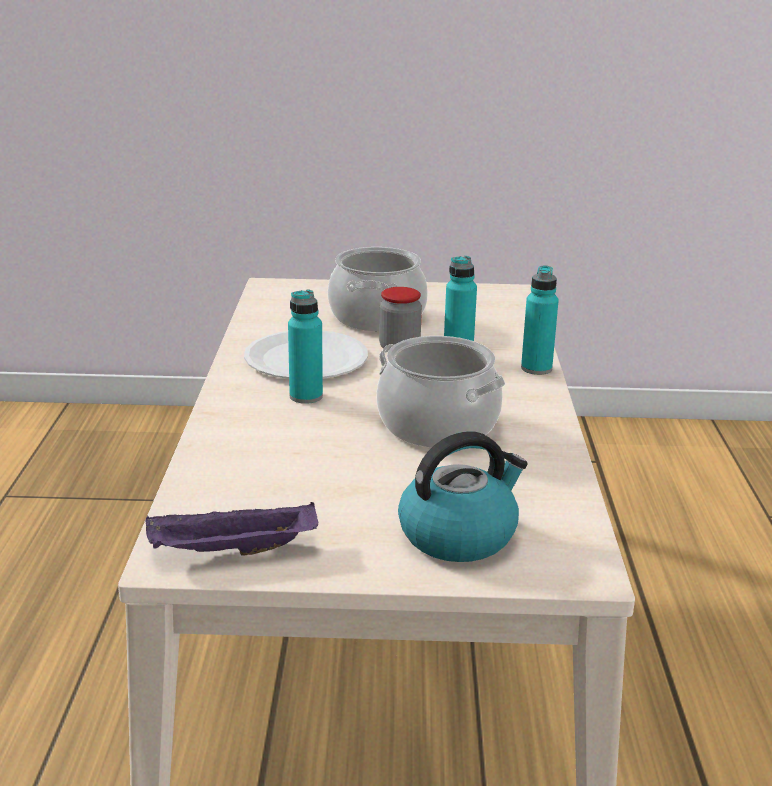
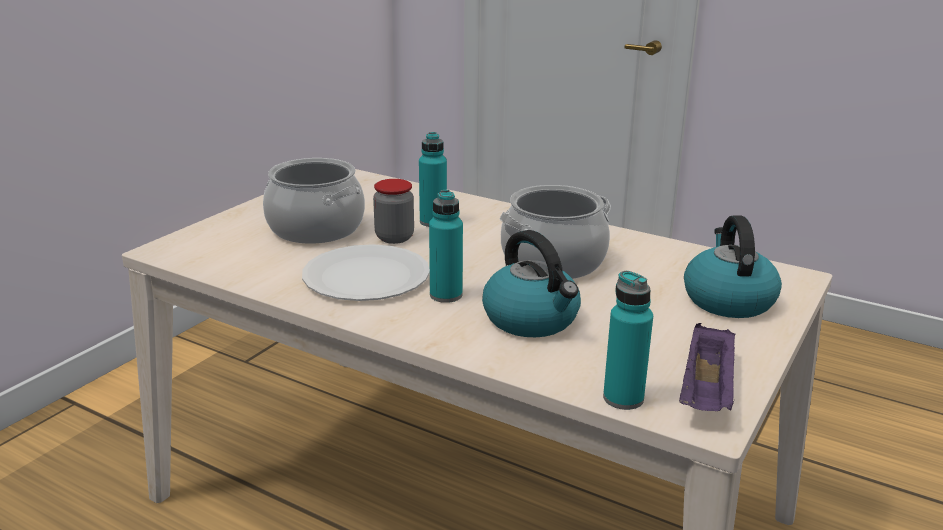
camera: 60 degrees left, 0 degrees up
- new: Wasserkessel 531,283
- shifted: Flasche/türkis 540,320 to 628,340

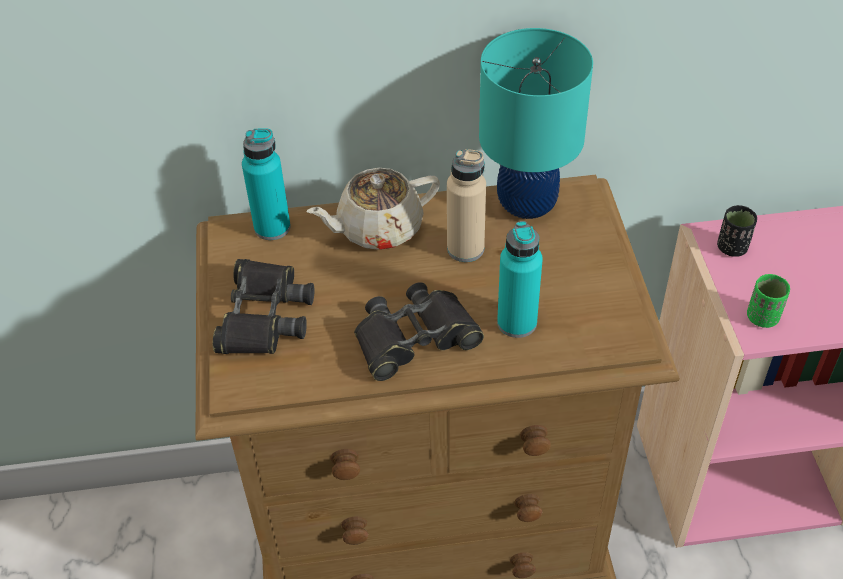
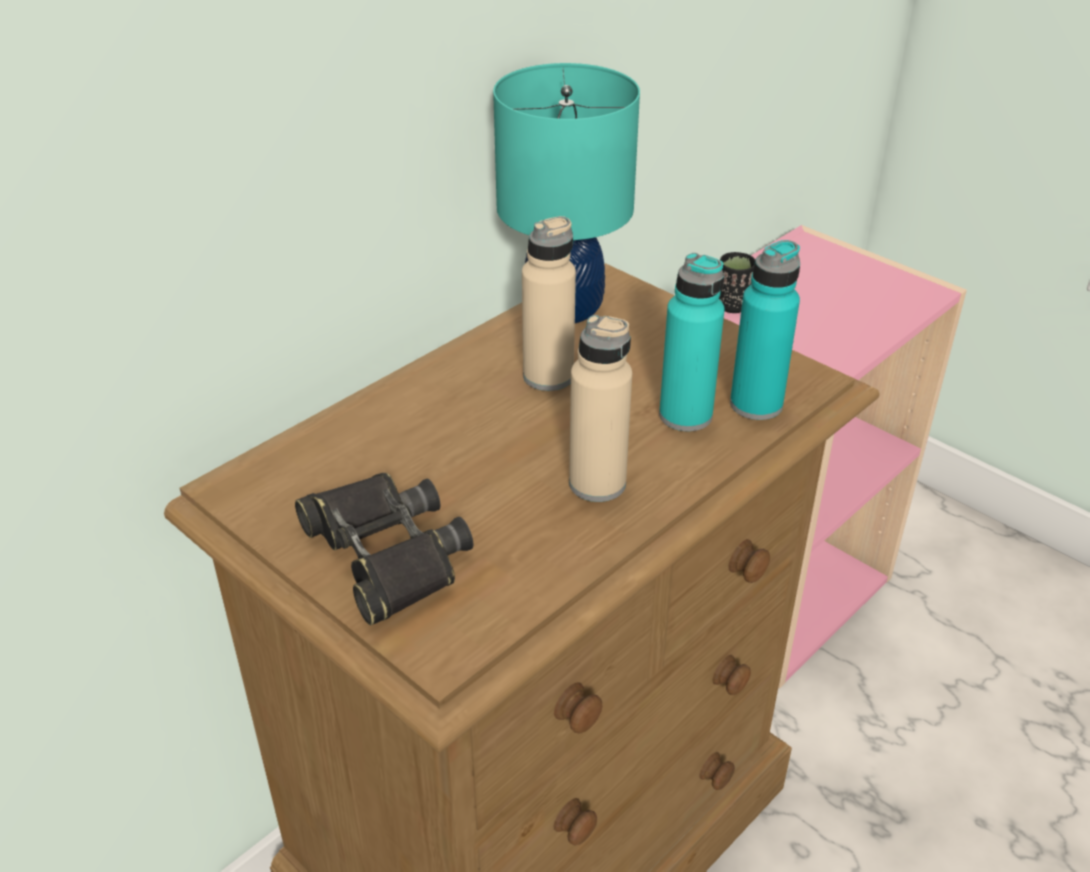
camera: 40 degrees left, 10 degrees down
- swapped: Fernglas/schwarz 419,331 to Flasche/beige 600,408
- shifted: Flasche/türkis 266,184 to 765,330
- gone: Teekanne/beige 373,209
- gone: Tasse/grün 768,301

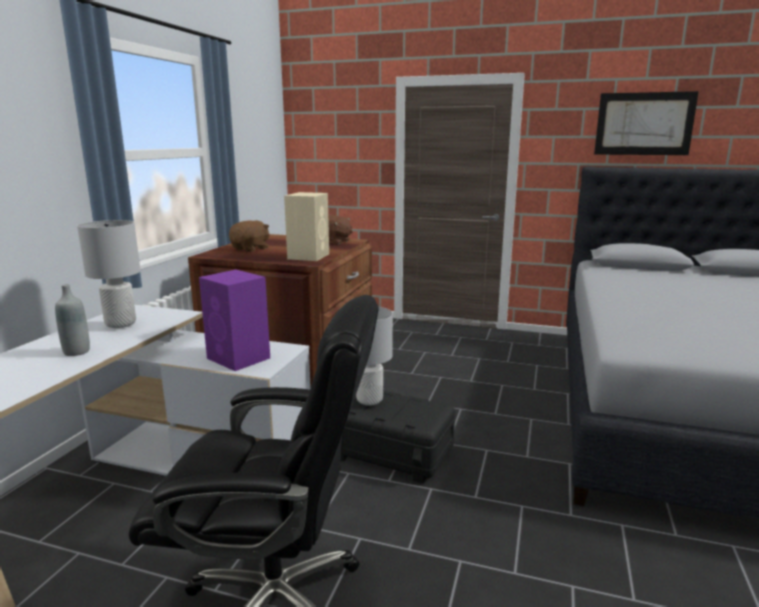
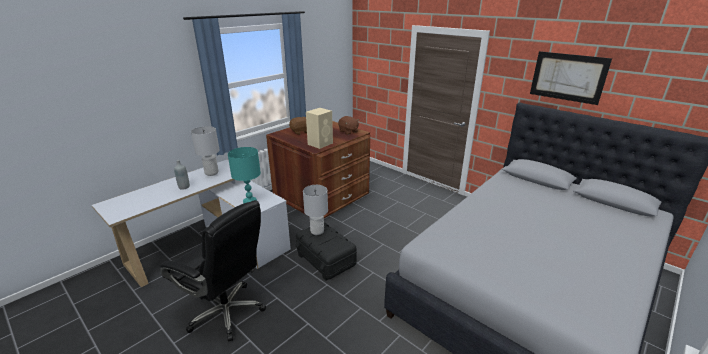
camera: 25 degrees right, 10 degrees up
- swapped: Lautsprecher/lila 234,320 to Tischlampe/türkis 244,175

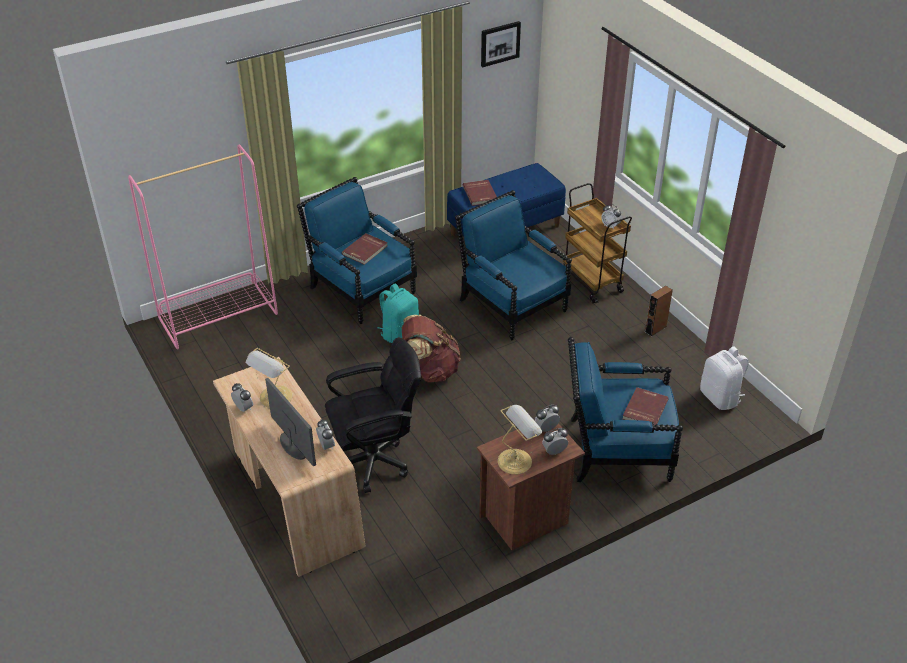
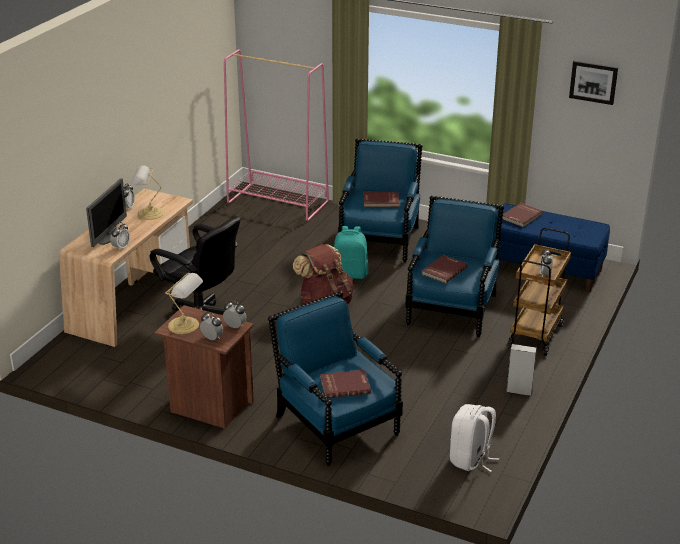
camera: 55 degrees right, 10 degrees down
- new: Buch/rot 445,269
- repainted: Lautsprecher/braun 659,311 to Lautsprecher/grau 521,370

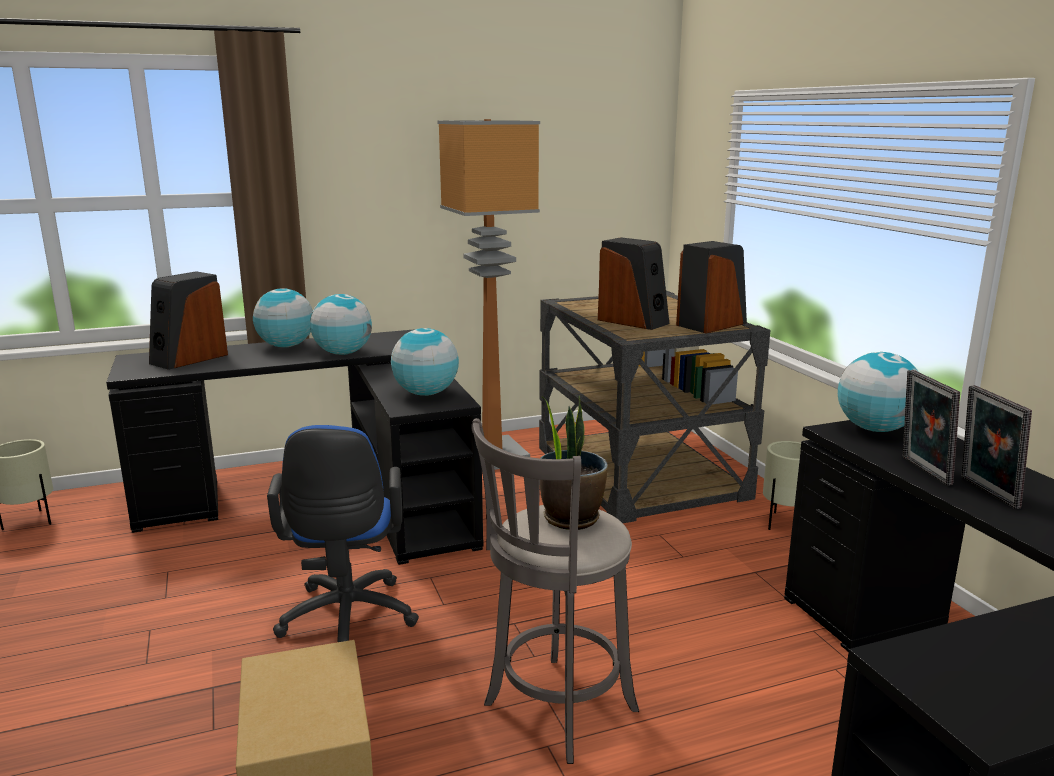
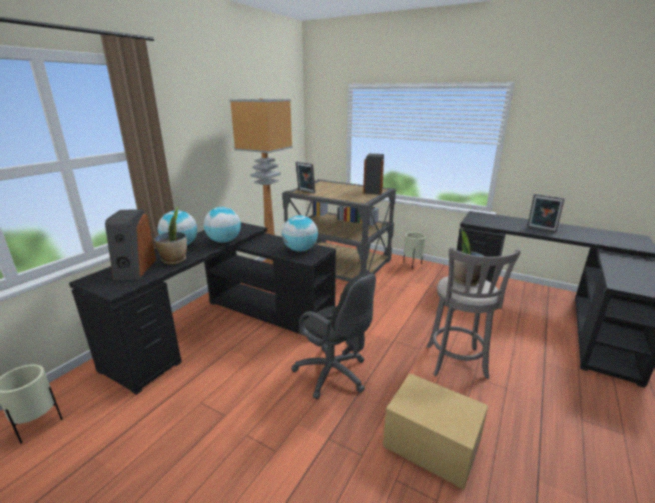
camera: 40 degrees left, 5 degrees up
- new: Topfpflanze 170,236
- repainted: Bürostuhl/blau 343,533 to Bürostuhl/schwarz 333,335
- shifted: Bilderrahmen 931,428 to 305,177
- gone: Lautsprecher 634,283
- gone: Globus 878,392

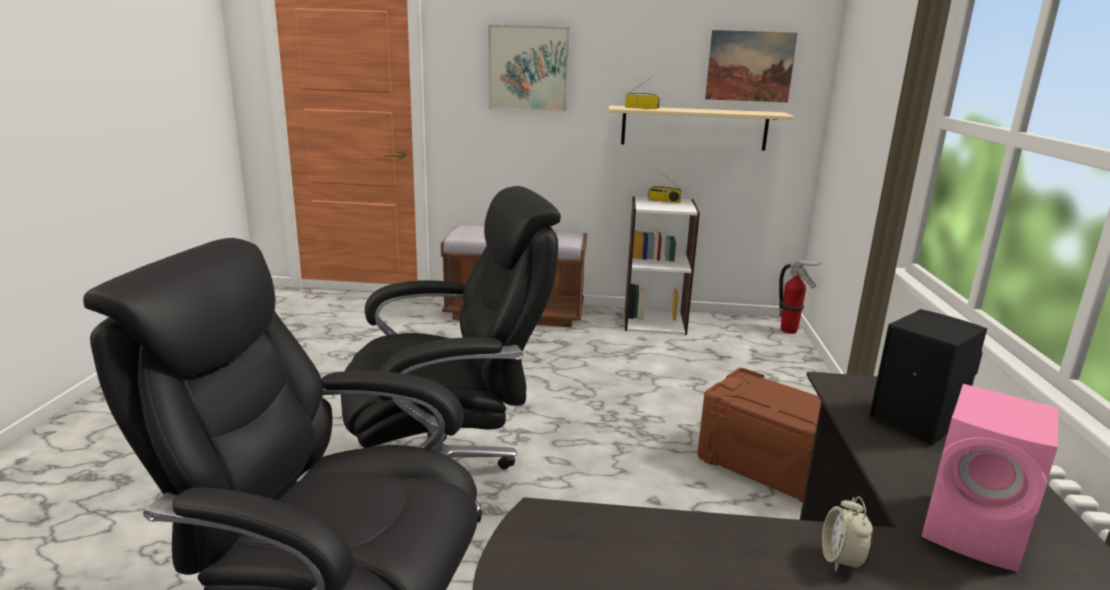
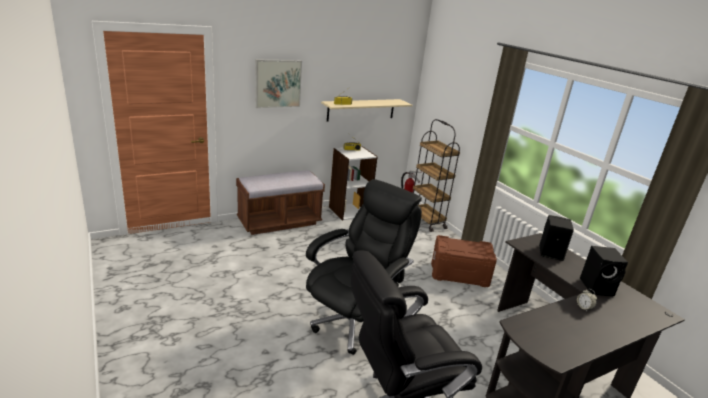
camera: 35 degrees left, 5 degrees up
- new: Rollwagen/braun 436,175
- repainted: Lautsprecher/rosa 989,478 to Lautsprecher/schwarz 604,271
- gone: Bild 751,66

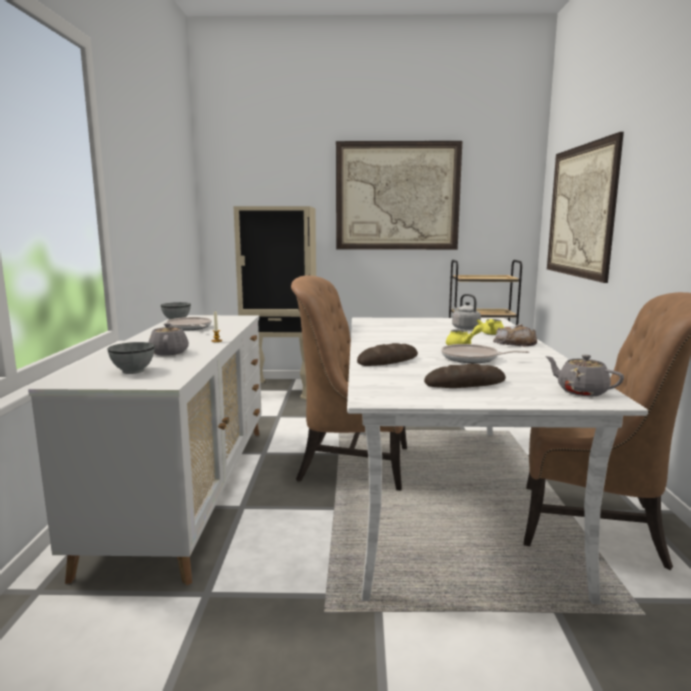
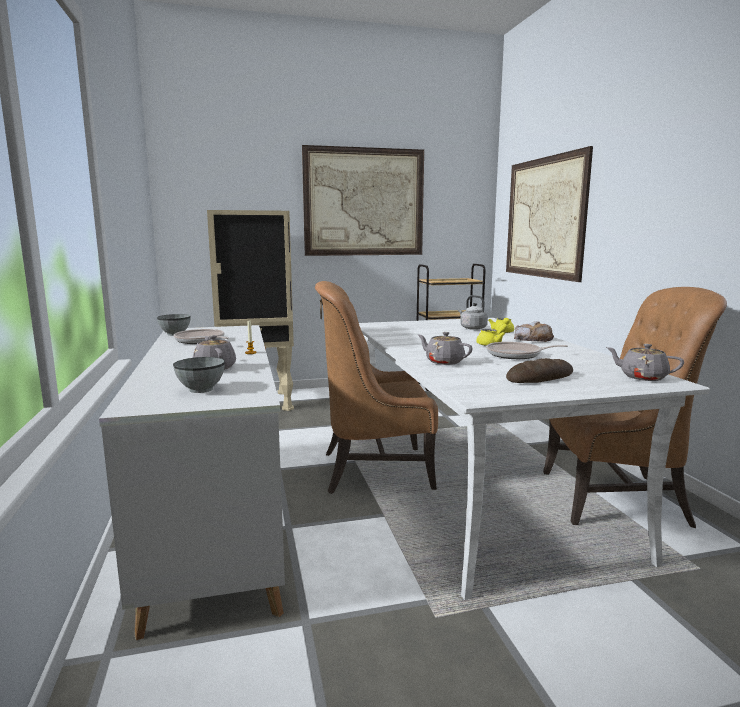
camera: 15 degrees left, 0 degrees up
- swapped: Brot 387,354 to Teekanne/grau 445,348

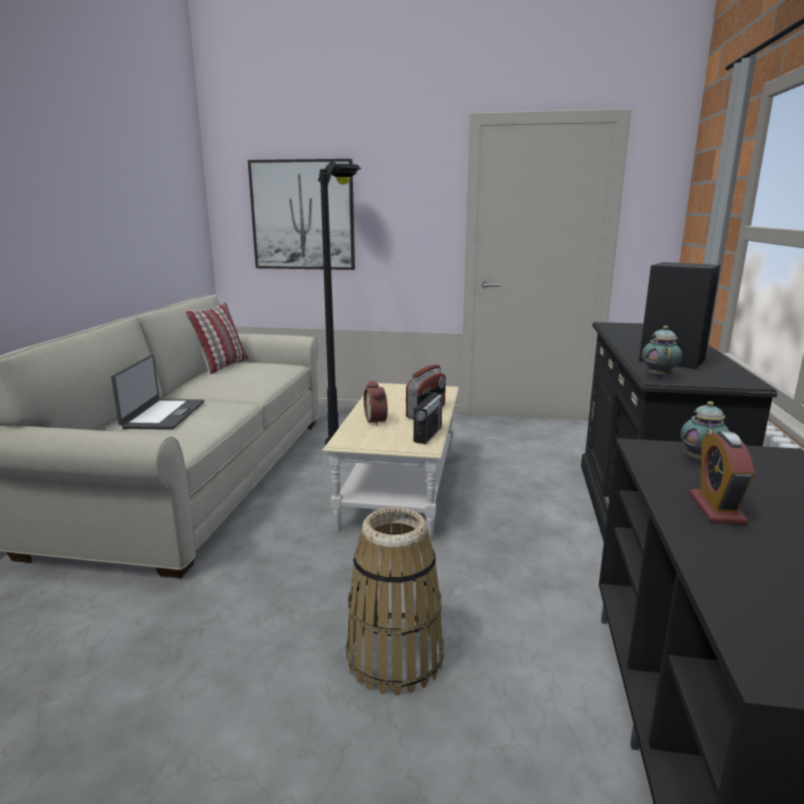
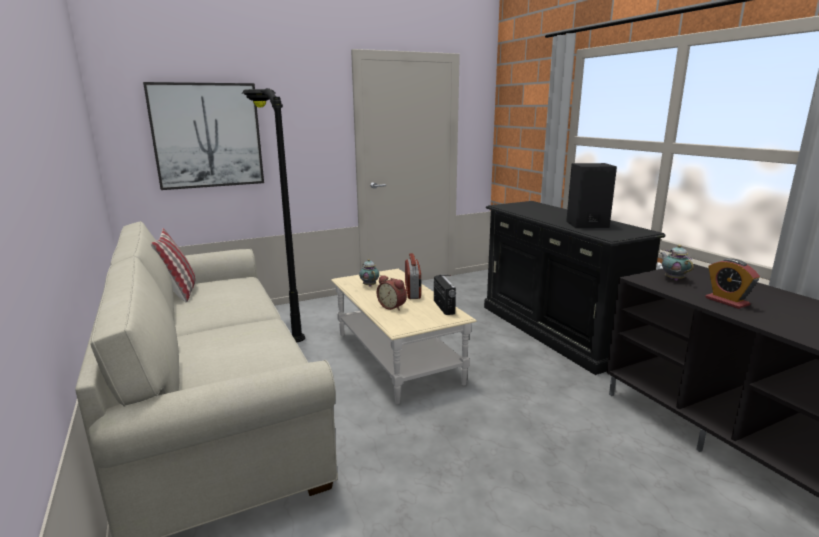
camera: 35 degrees left, 0 degrees up
- shifted: Teekanne 662,352 to 369,273
- gone: Laptop 157,392
- gone: Korb 395,601

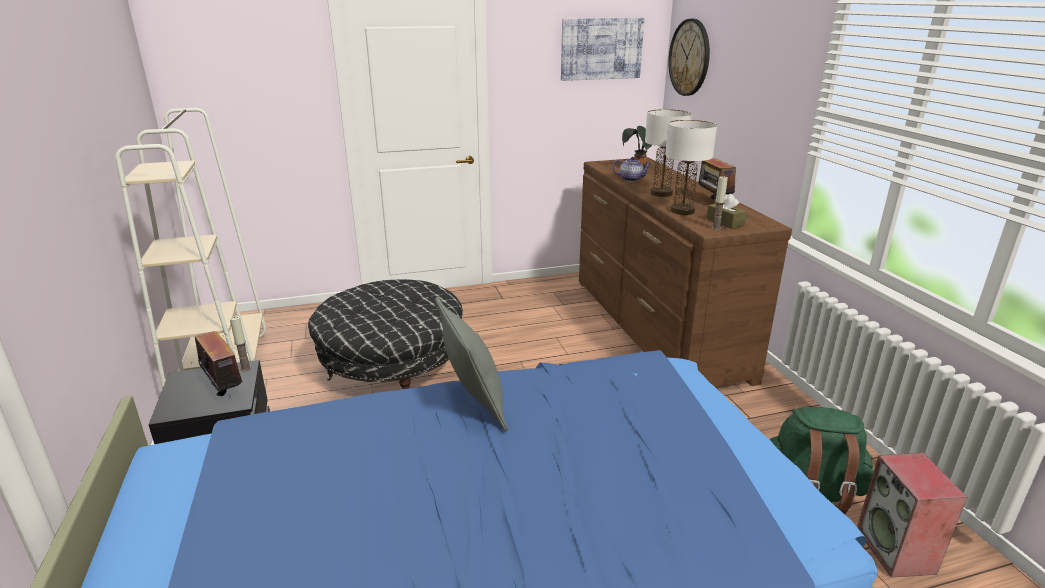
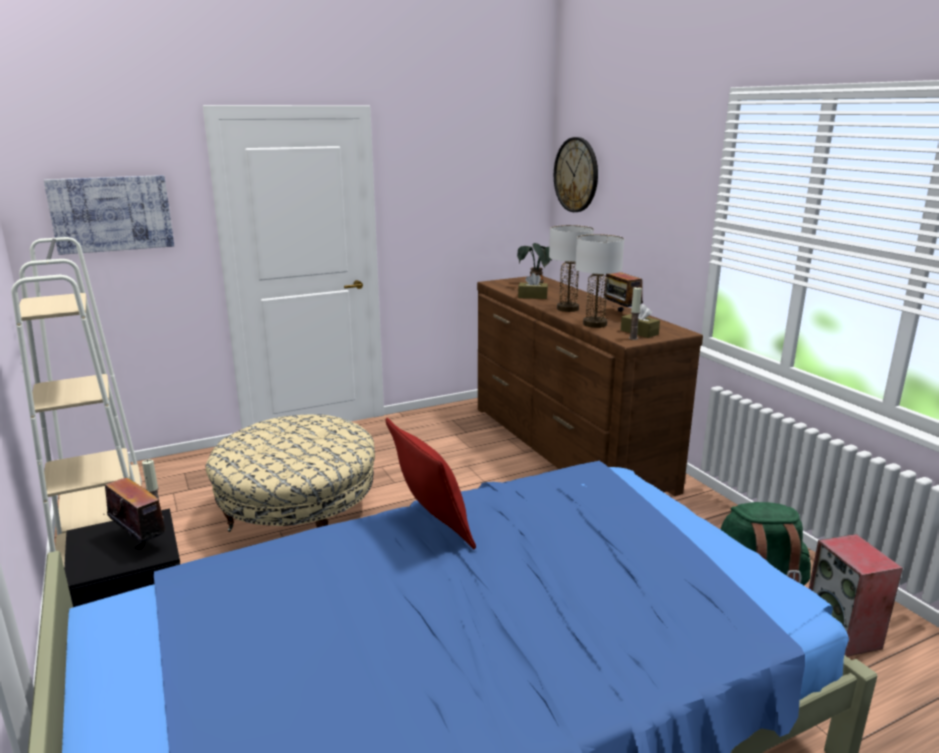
camera: 10 degrees left, 5 degrees down
- shifted: Bild 602,49 to 109,215
- repainted: Polsterhocker/schwarz 385,334 to Polsterhocker/beige 290,473
- repainted: Kissen/grau 471,364 to Kissen/rot 430,483
- swapped: Teekanne 632,169 to Taschentuchbox/braun 533,286

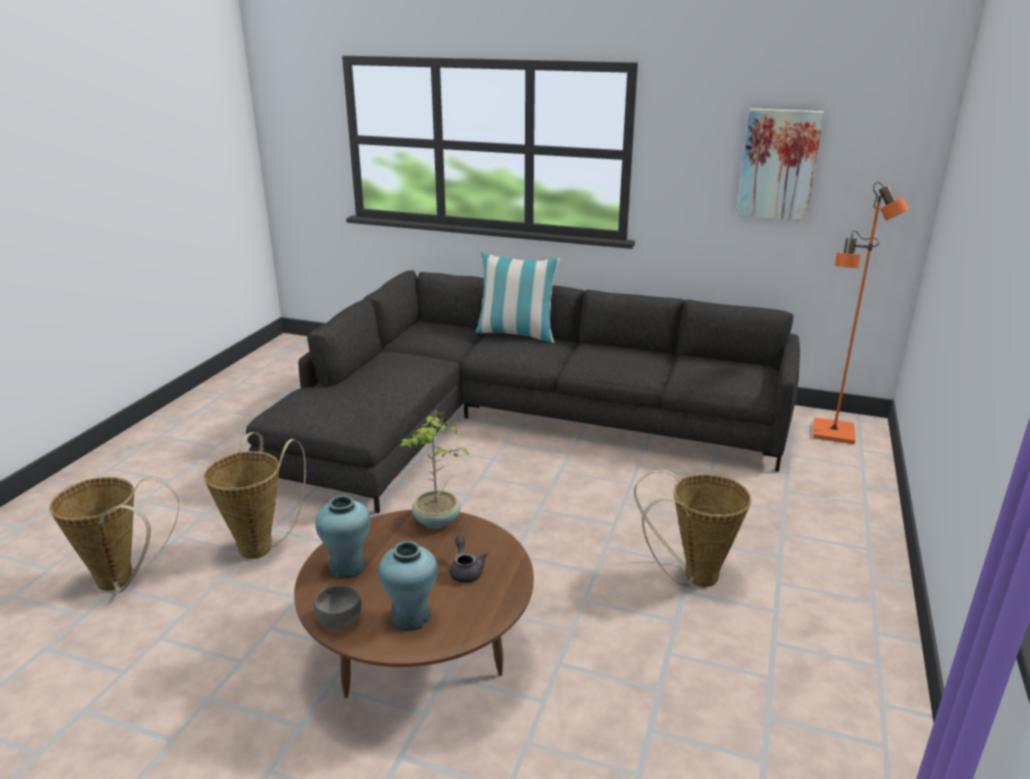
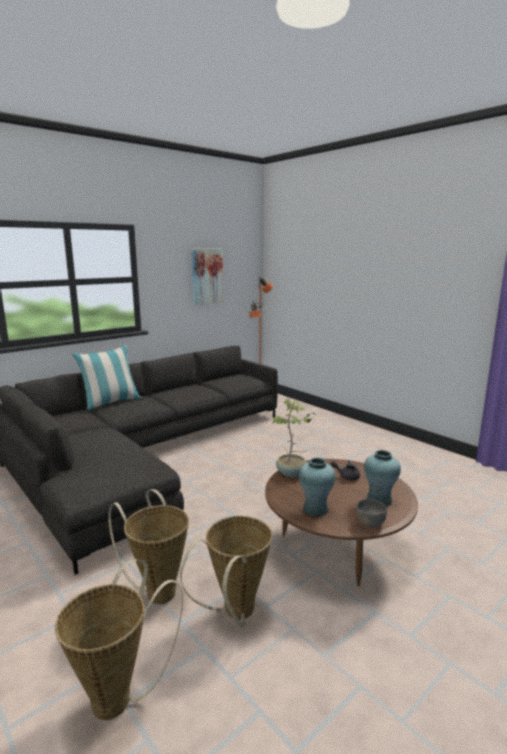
camera: 60 degrees left, 10 degrees down
- shifted: Korb 693,528 to 226,571

